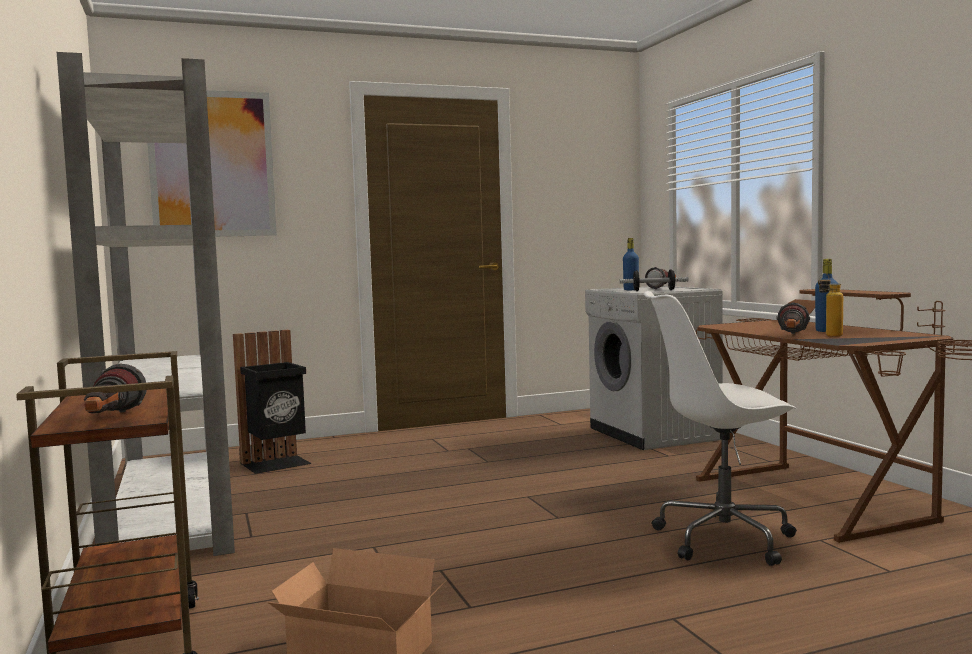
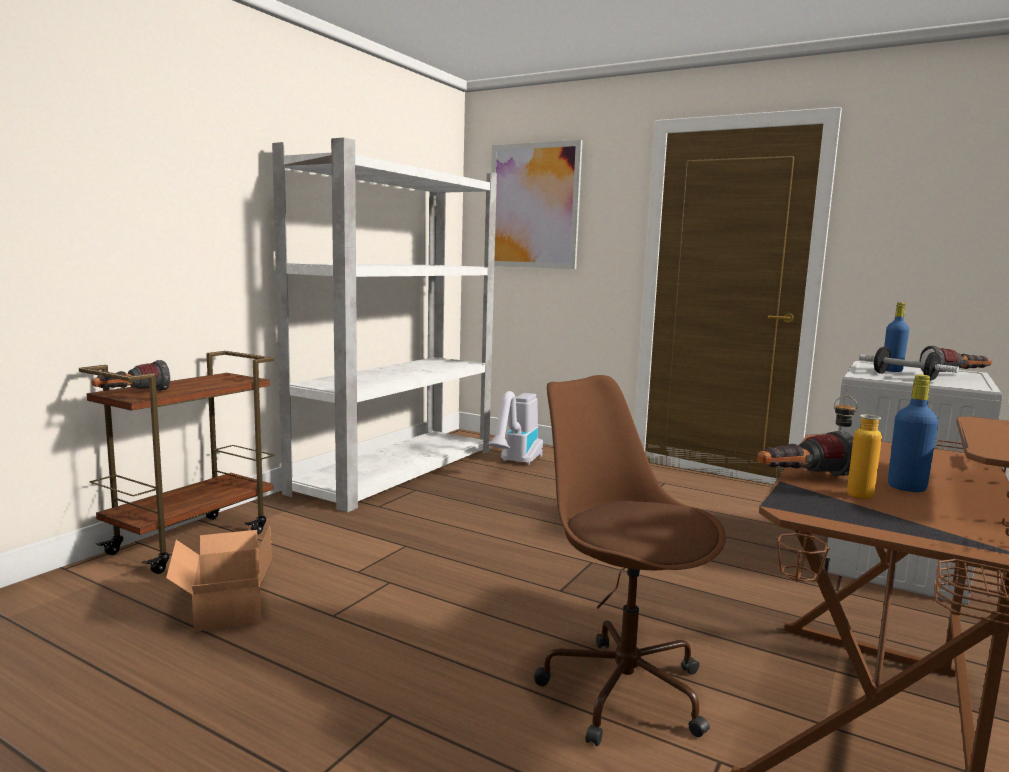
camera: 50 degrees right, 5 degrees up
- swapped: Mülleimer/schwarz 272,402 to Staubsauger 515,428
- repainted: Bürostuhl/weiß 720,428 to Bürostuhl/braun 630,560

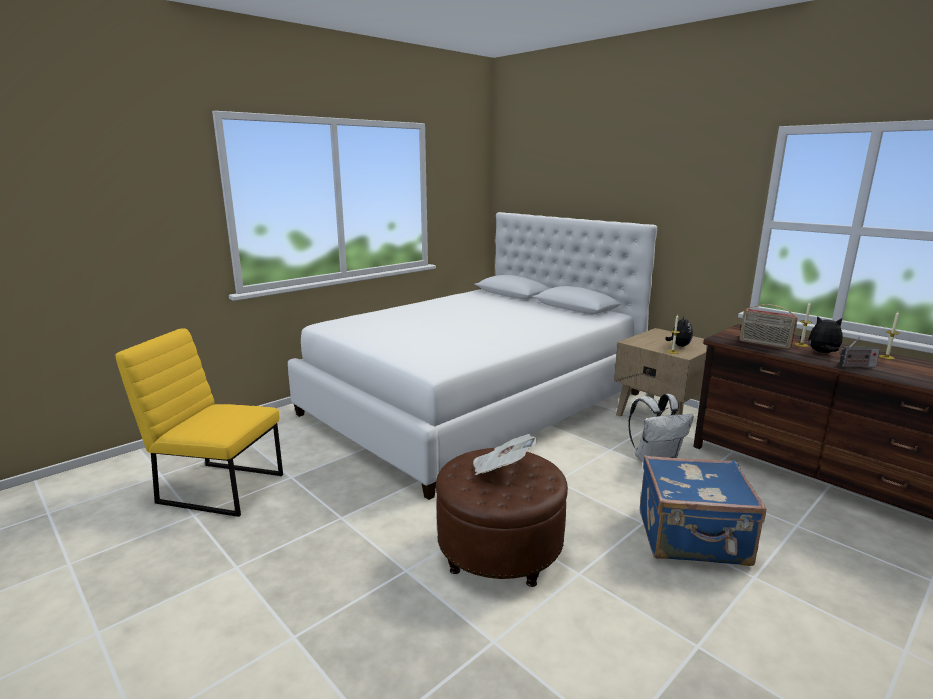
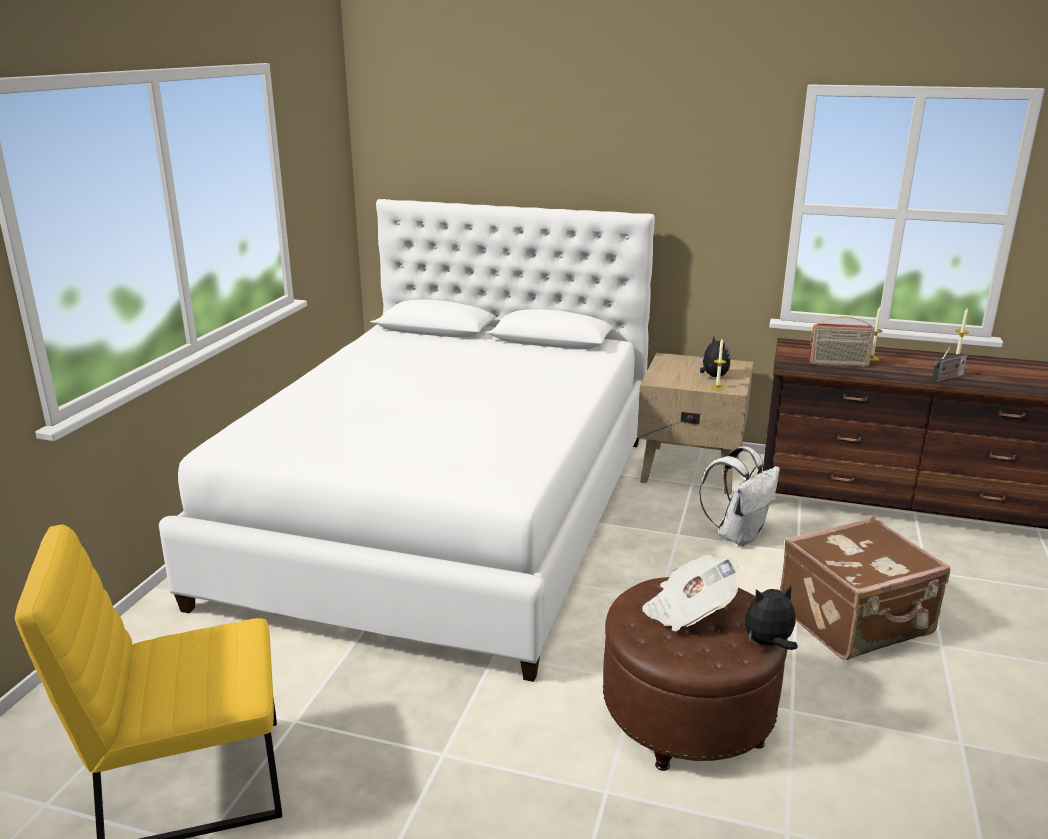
camera: 30 degrees left, 5 degrees up
- shifted: Plüschtier 825,334 to 771,618
- repainted: Koffer/blau 703,510 to Koffer/braun 865,588

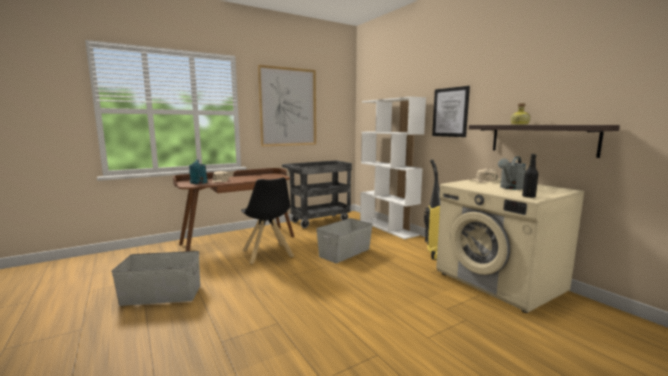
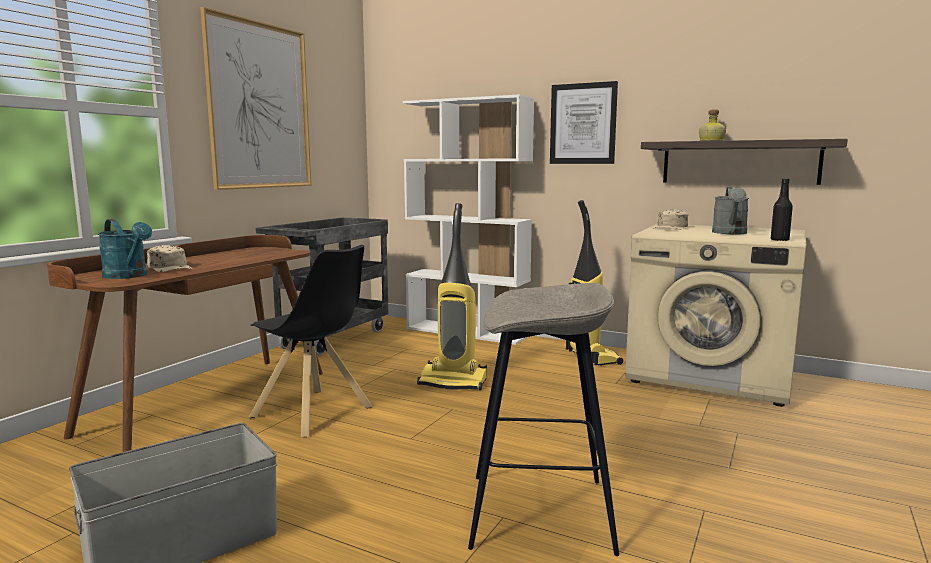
camera: 30 degrees left, 0 degrees up
- swapped: Aufbewahrungsbox/grau 344,240 to Staubsauger 452,296
- new: Hocker/grau 543,419

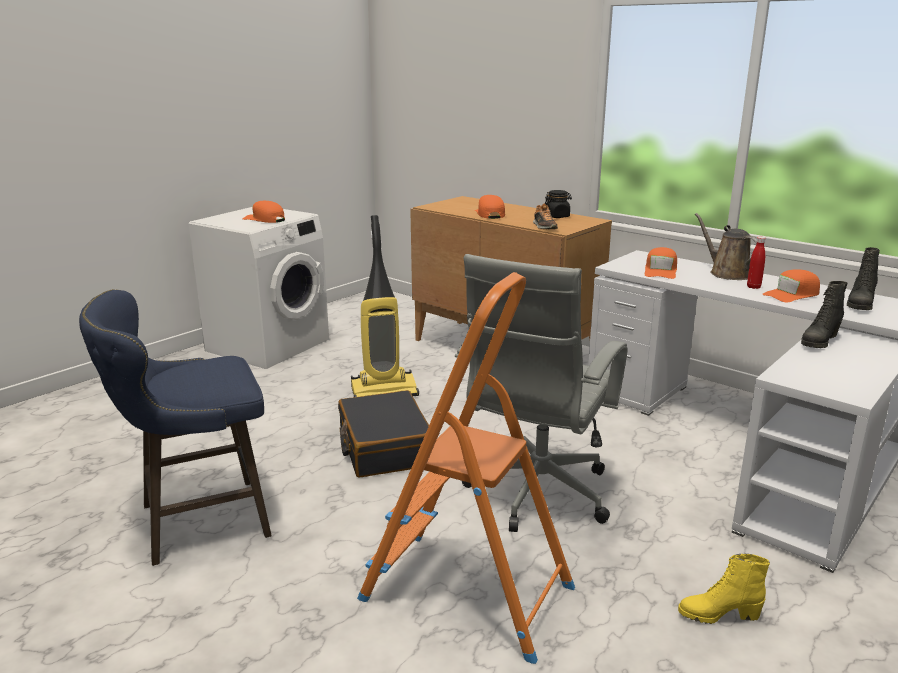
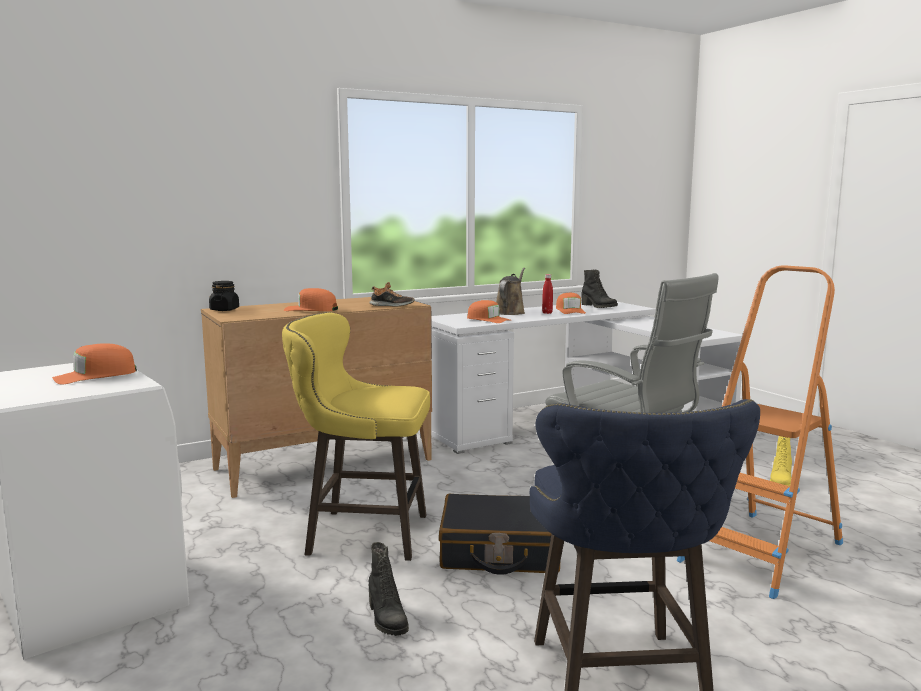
camera: 70 degrees left, 10 degrees down
- shifted: Vorratsglas/schwarz 558,204 to 224,296
- swapped: Staubsauger 385,306 to Hocker/gelb 356,436
- shifted: Stiefel/schwarz 824,314 to 389,589
- rotated: Gießkanne/braun 726,246 = 510,291 120 degrees clockwise

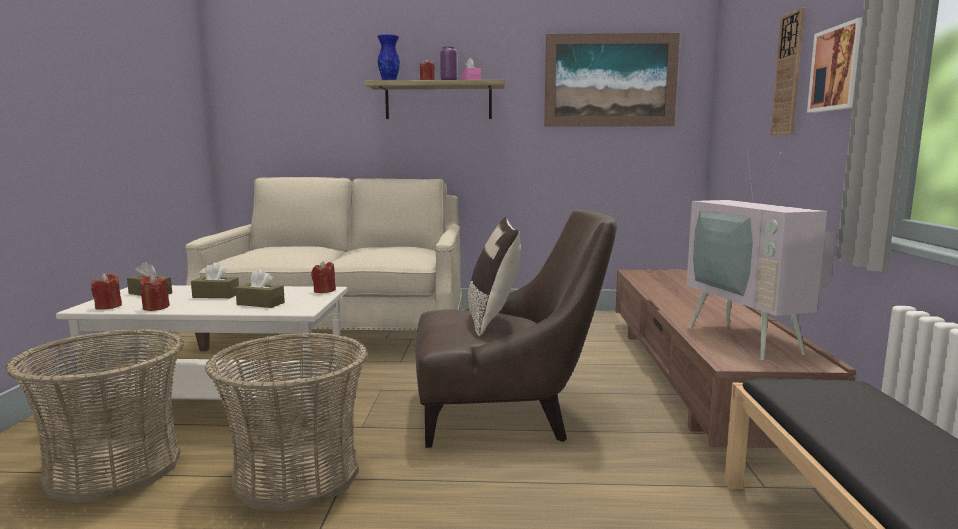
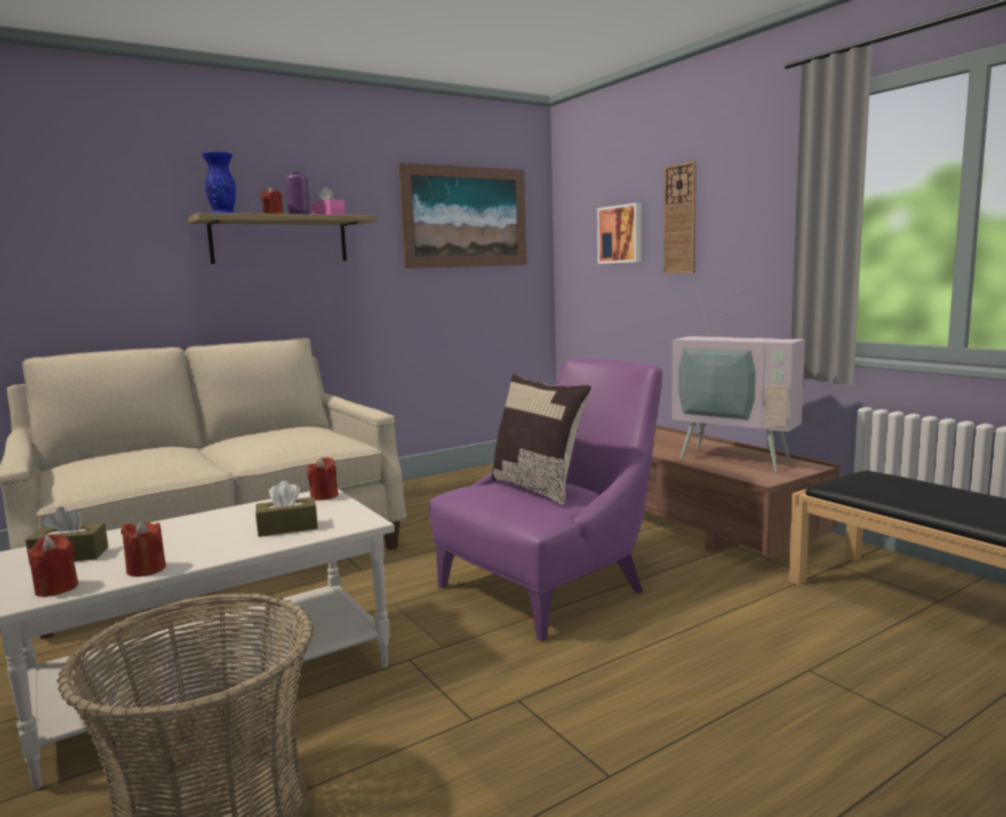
camera: 35 degrees left, 0 degrees up
- repainted: Sessel/braun 516,329 to Sessel/lila 546,499
- shifted: Bild 834,65 to 619,233
- gone: Taschentuchbox/braun 215,280
- gone: Korb 286,422

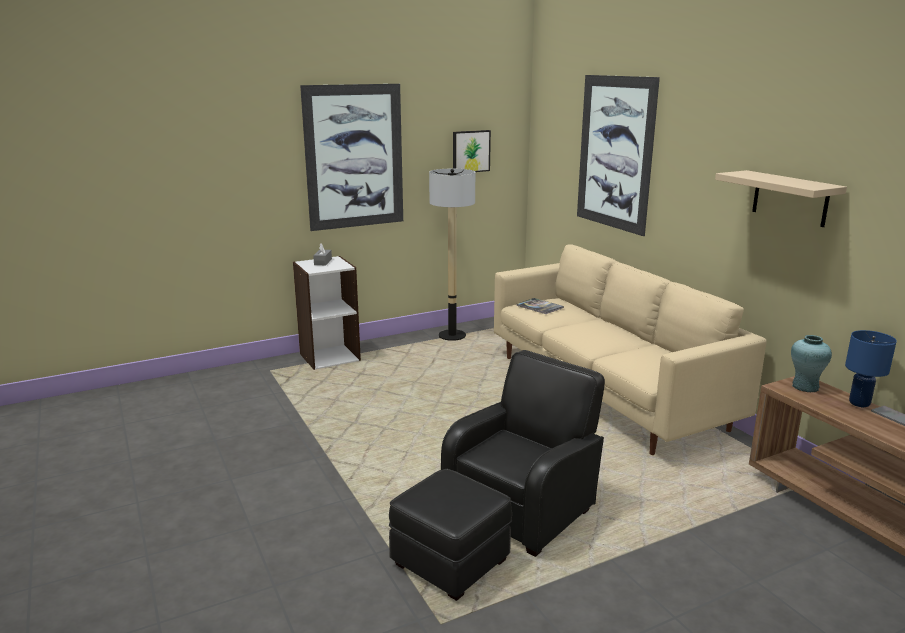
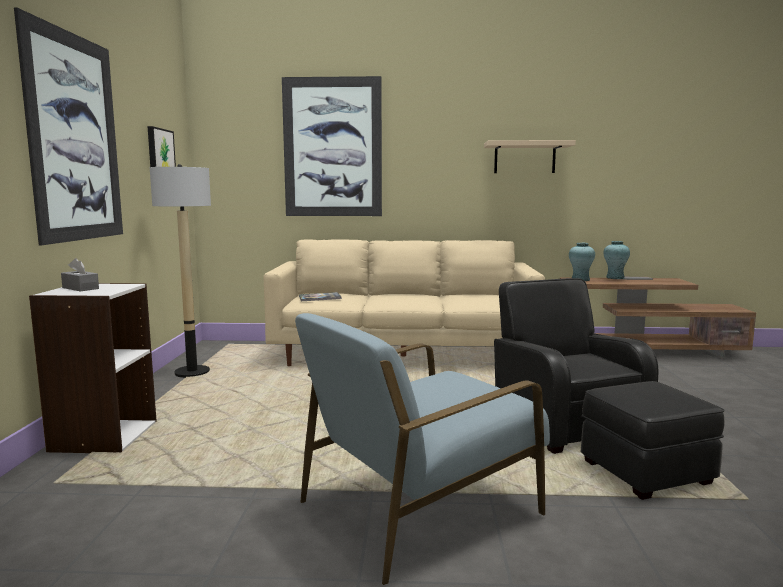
camera: 60 degrees left, 10 degrees down
- new: Sessel/blau 422,449
- swapped: Tischlampe/blau 871,368 to Vase/türkis 616,260

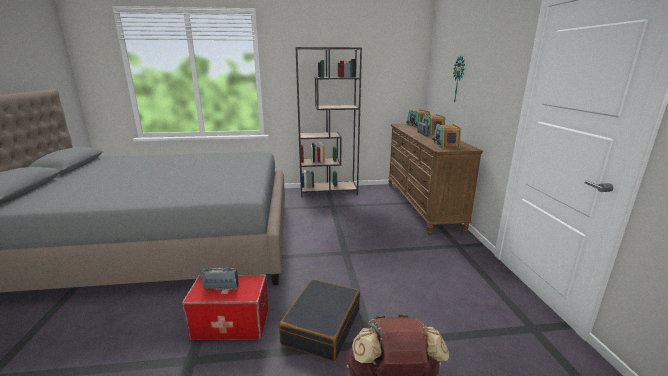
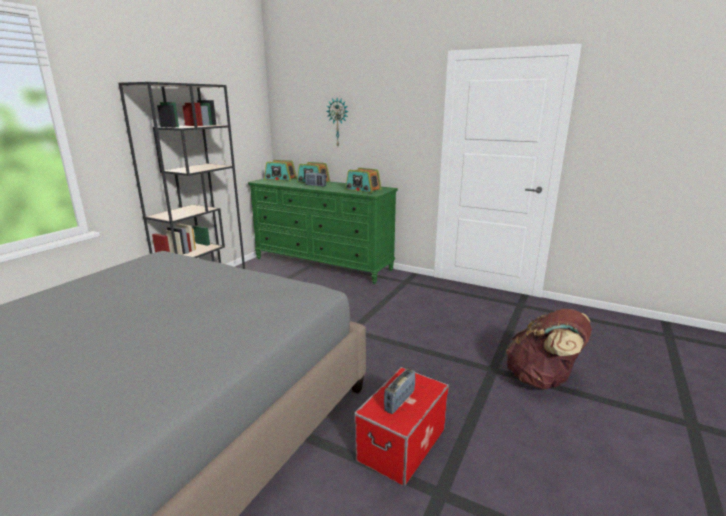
camera: 55 degrees left, 0 degrees up
- repainted: Kommode/braun 435,179 to Kommode/grün 323,231
- gone: Koffer/schwarz 319,320

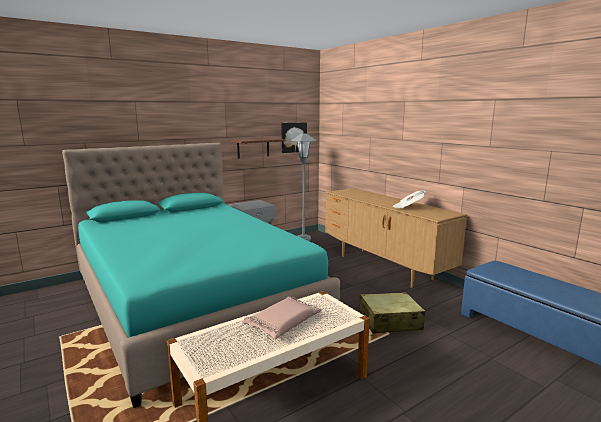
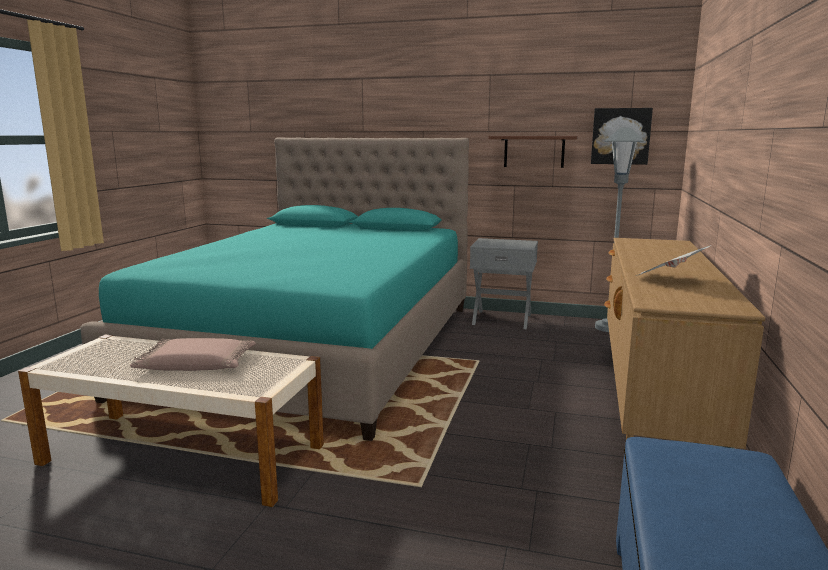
camera: 50 degrees right, 0 degrees up
- gone: Koffer/beige 392,313

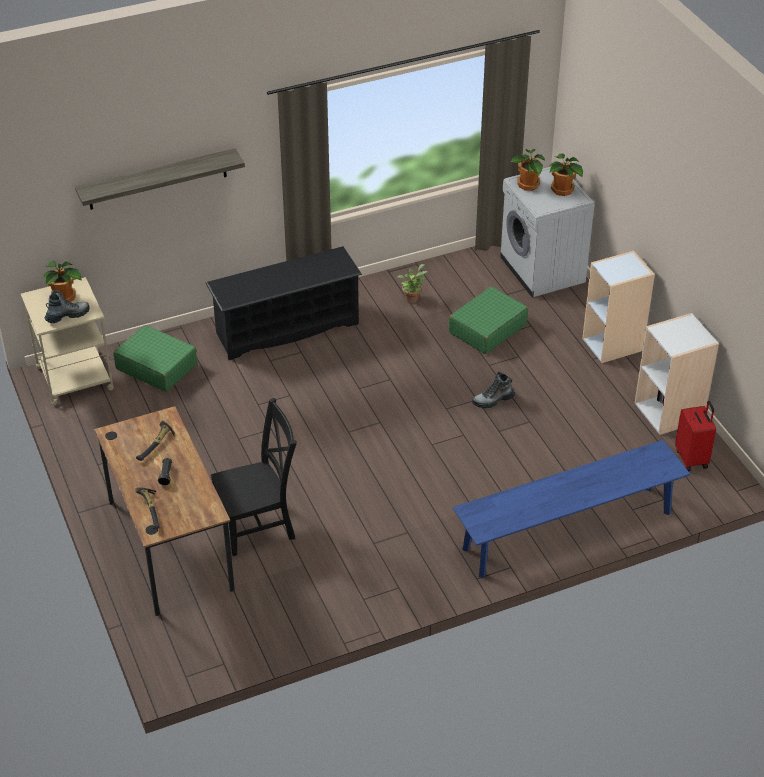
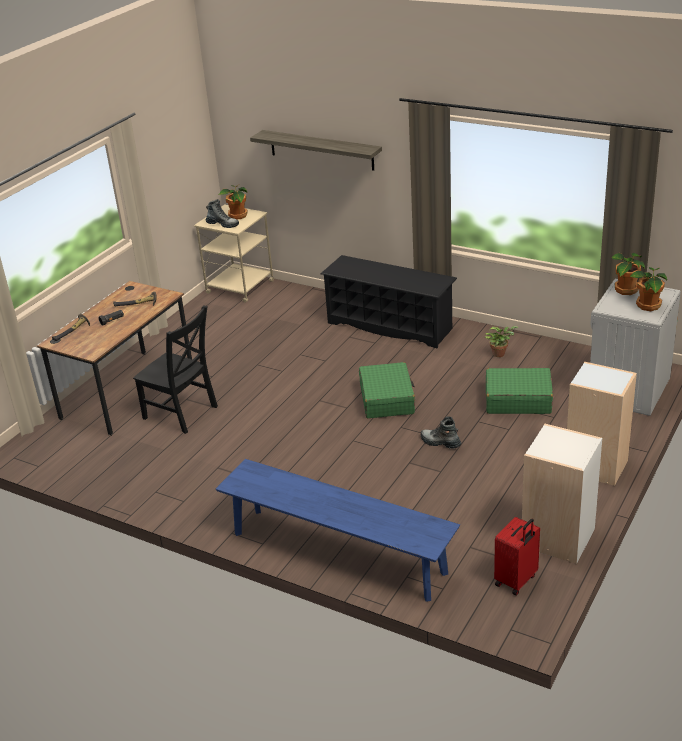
camera: 55 degrees right, 10 degrees down
- shifted: Koffer/grün 155,358 to 387,390

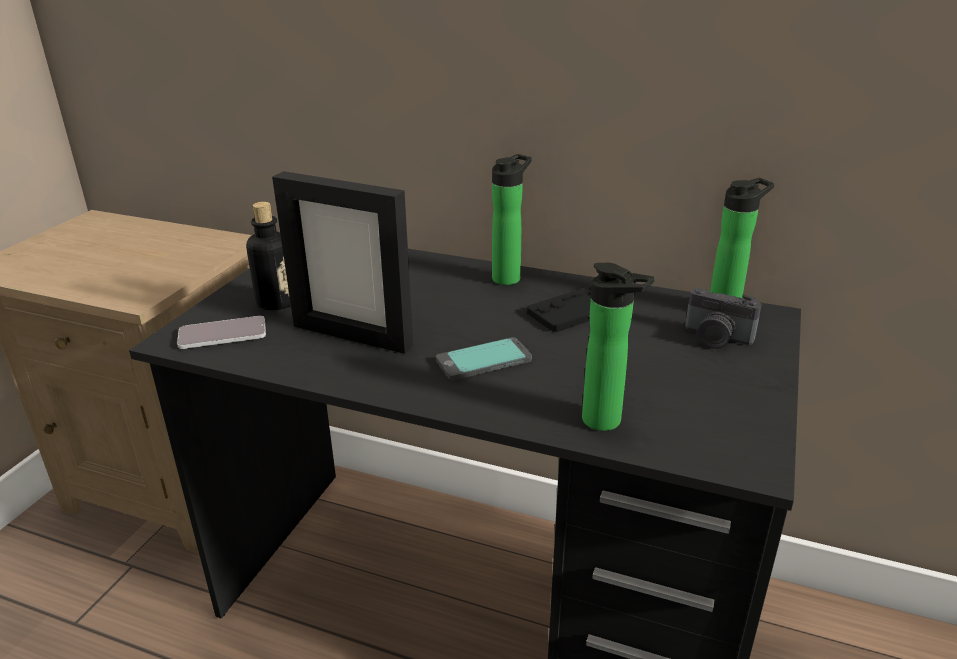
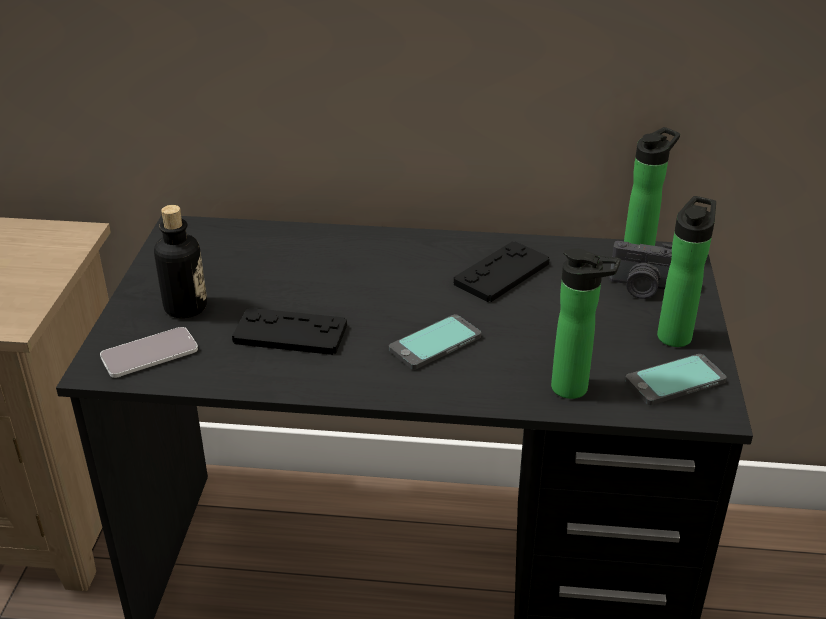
camera: 15 degrees left, 5 degrees up
- swapped: Bilderrahmen 342,262 to Gamepad/schwarz 289,331
- new: Handy 675,379
- shifted: Flasche 512,219 to 686,271

